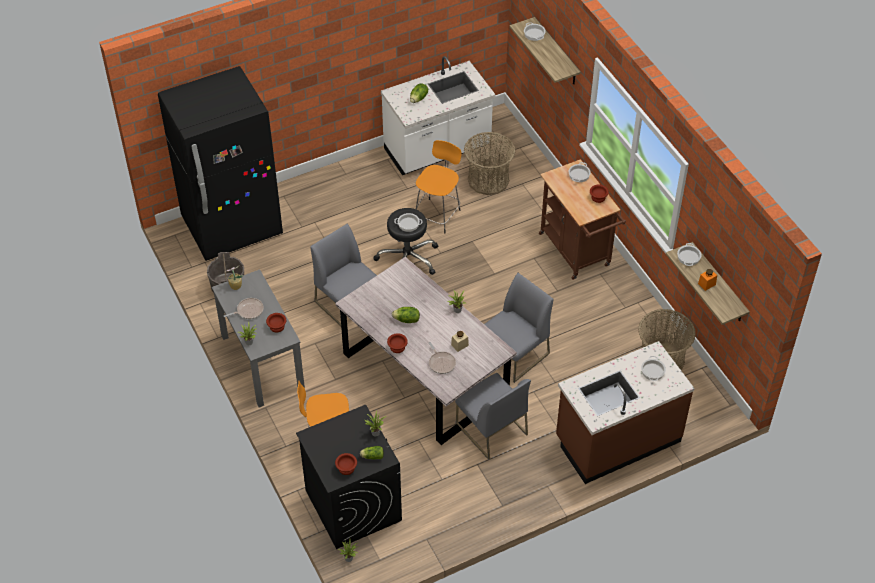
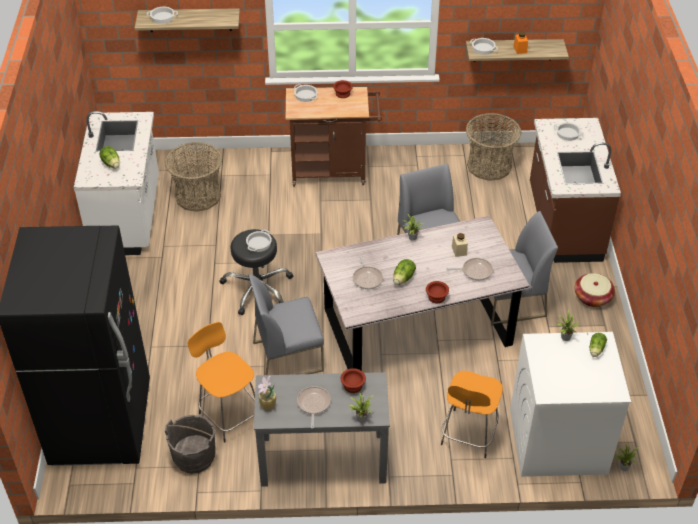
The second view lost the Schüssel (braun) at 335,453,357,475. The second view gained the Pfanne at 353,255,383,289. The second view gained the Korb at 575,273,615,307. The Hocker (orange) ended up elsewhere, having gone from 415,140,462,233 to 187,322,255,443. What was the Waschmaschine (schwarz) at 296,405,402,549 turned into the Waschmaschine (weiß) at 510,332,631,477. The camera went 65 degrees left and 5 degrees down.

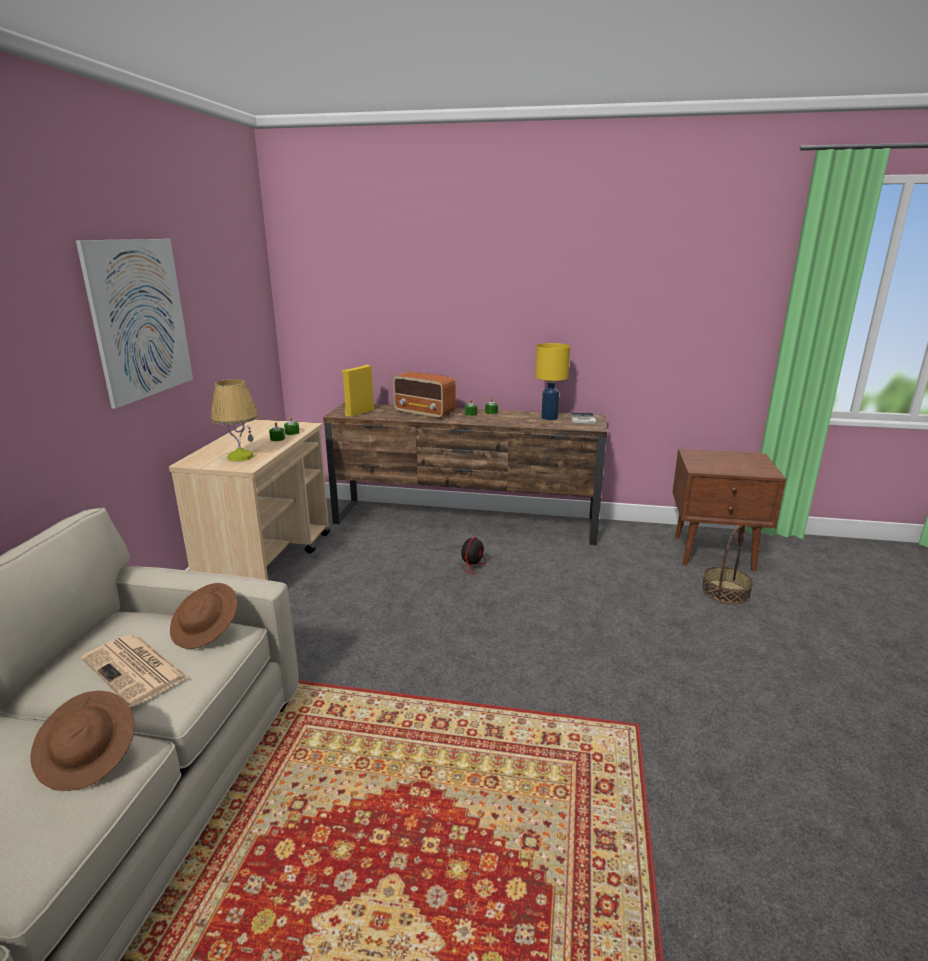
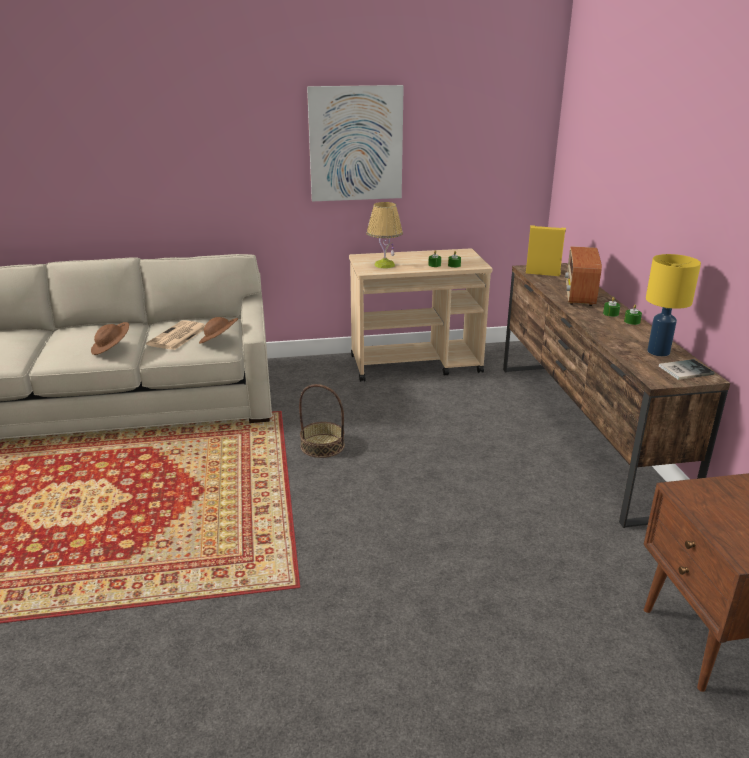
The second view lost the Ventilator at 428,537,486,575. The Korb ended up elsewhere, having gone from 702,526,753,604 to 299,384,345,458. The camera went 70 degrees right and 5 degrees up.

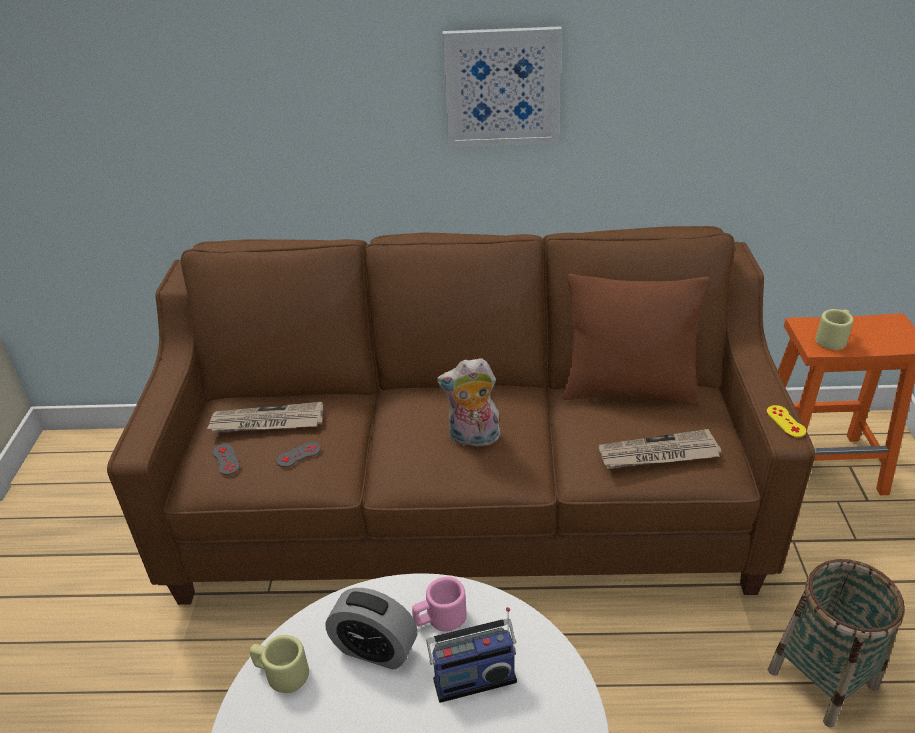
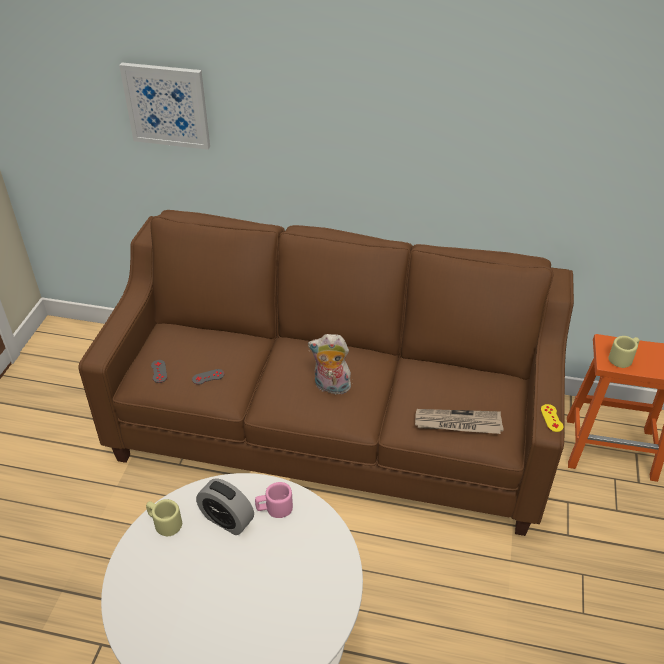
The second view lost the Zeitung at 207,402,323,433. The second view lost the Radio at 426,607,517,703. The second view lost the Kissen (braun) at 562,274,710,405. The second view lost the Korb at 768,559,905,727. The Bild ended up elsewhere, having gone from 443,26,562,147 to 119,63,210,150. The camera went 10 degrees right and 5 degrees up.

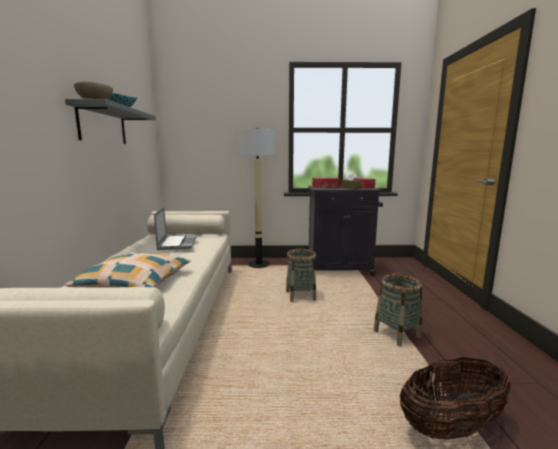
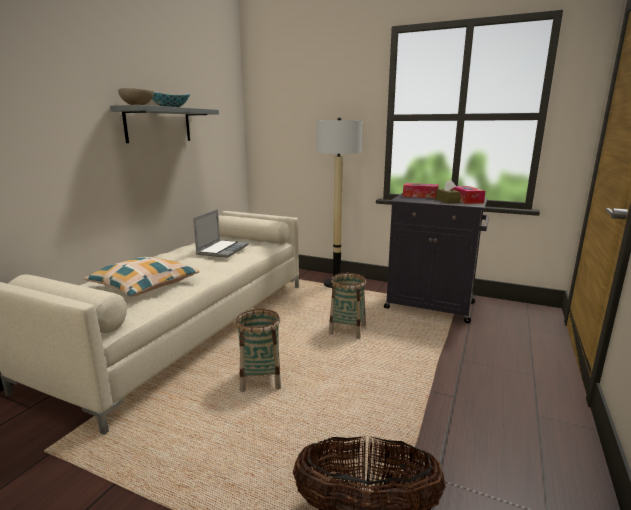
The Korb ended up elsewhere, having gone from 373,273,422,346 to 236,309,281,392. The camera went 25 degrees right and 5 degrees up.

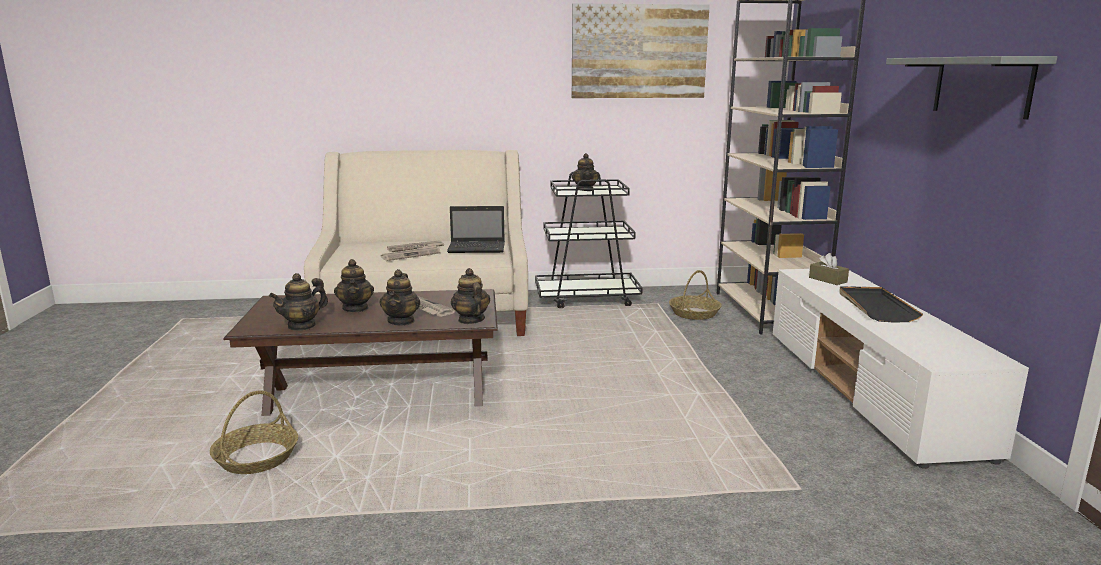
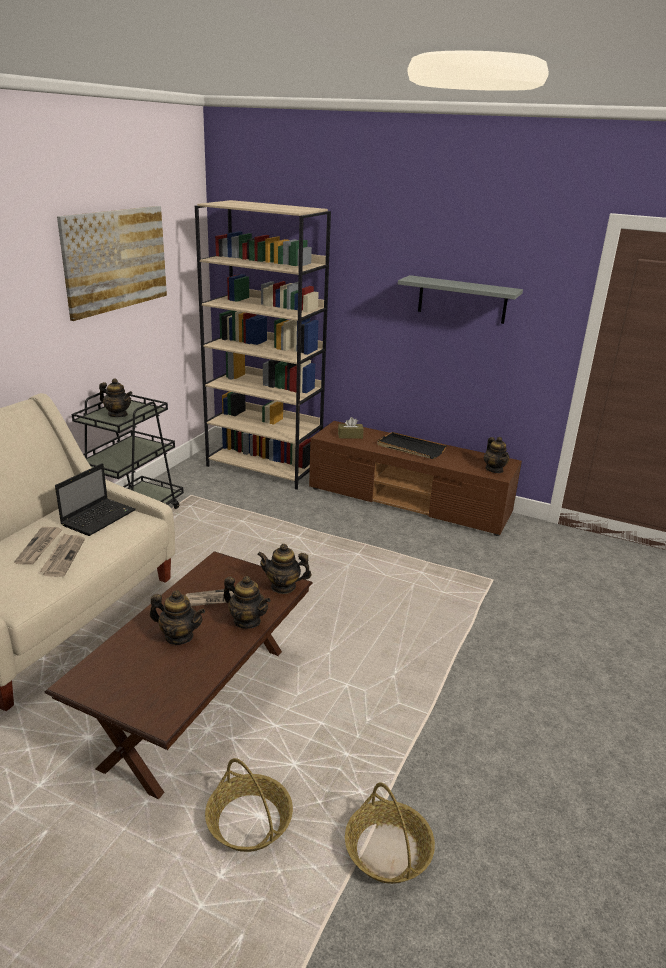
The Teekanne ended up elsewhere, having gone from 269,273,328,331 to 484,437,509,473. The Korb ended up elsewhere, having gone from 669,270,722,320 to 345,782,435,884. What was the Fernsehschrank (weiß) at 773,269,1029,469 turned into the Fernsehschrank (braun) at 309,421,522,536. The camera went 60 degrees left and 10 degrees up.

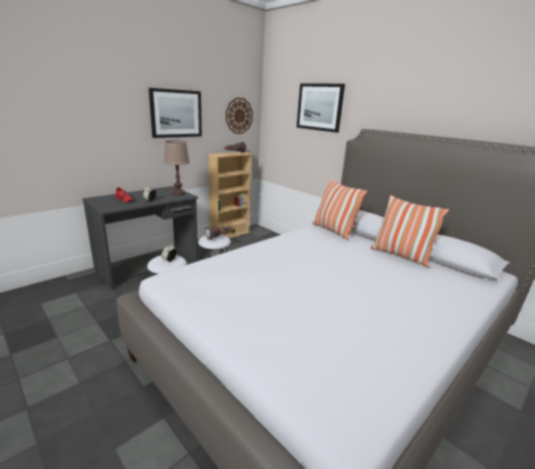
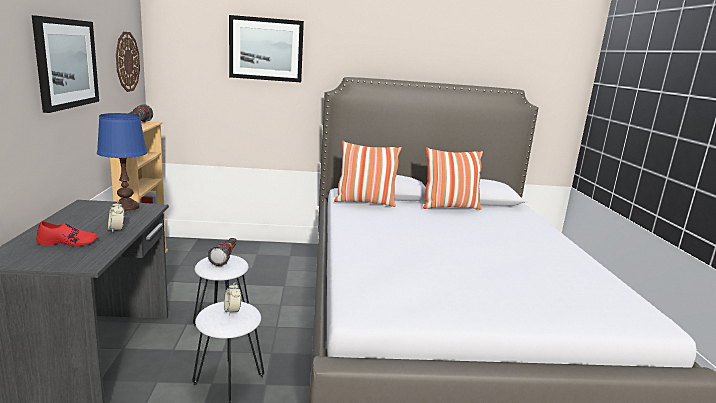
What was the Tischlampe (braun) at 164,140,190,195 turned into the Tischlampe (blau) at 97,113,147,212. The camera went 50 degrees left and 5 degrees down.

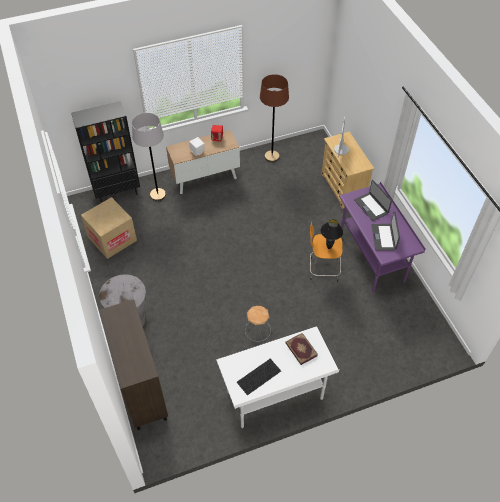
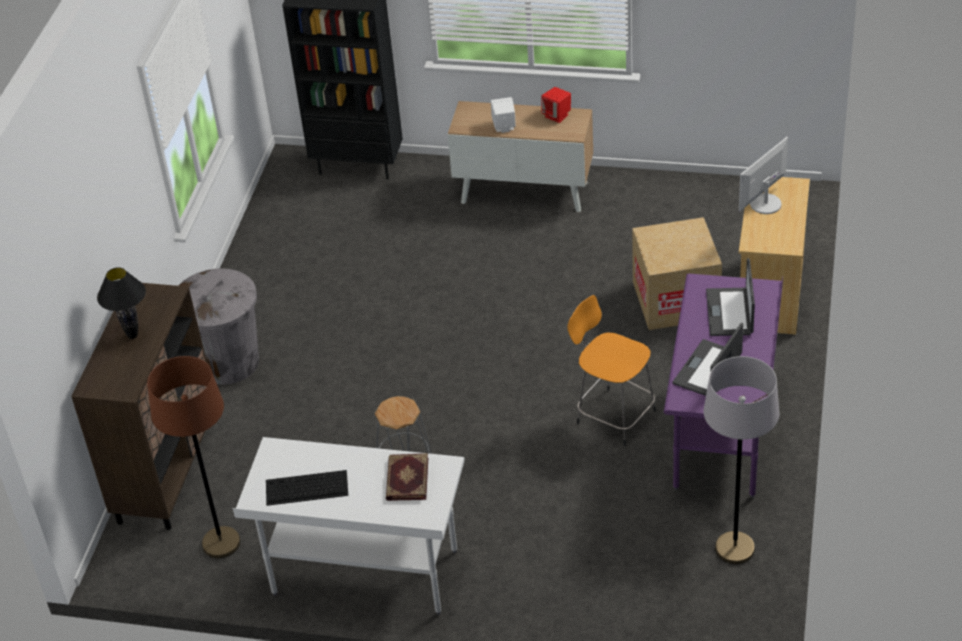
The Karton ended up elsewhere, having gone from 81,197,137,259 to 632,217,722,330. The Stehlampe (grau) ended up elsewhere, having gone from 132,113,166,201 to 703,356,780,564. The Stehlampe (braun) ended up elsewhere, having gone from 260,74,289,162 to 147,356,241,558. The Tischlampe (schwarz) ended up elsewhere, having gone from 320,219,343,249 to 97,267,146,339. The camera went 35 degrees right and 10 degrees down.

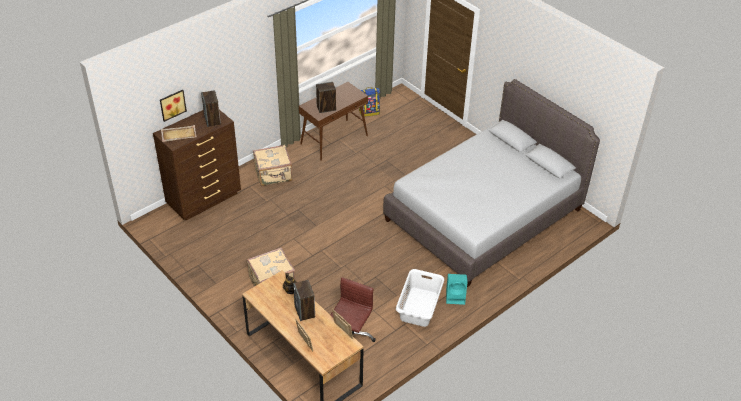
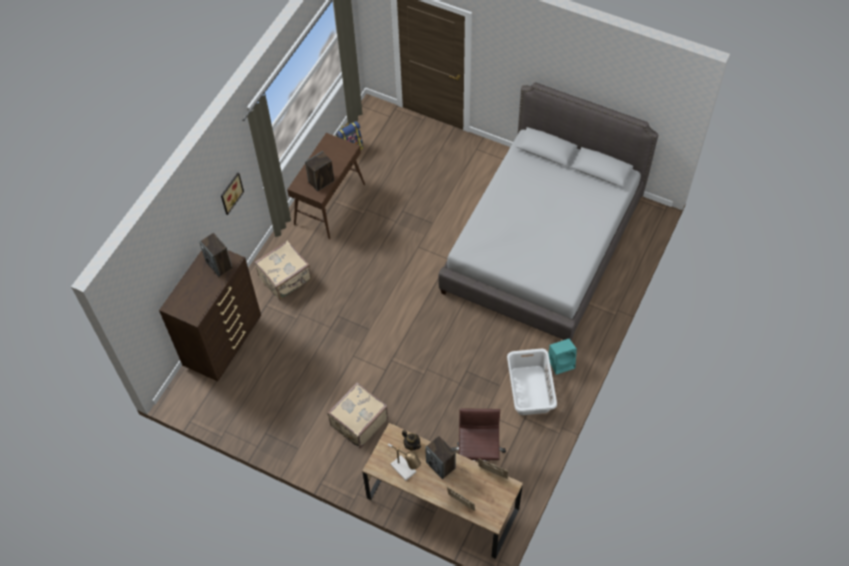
The second view lost the Tablett (beige) at 161,125,196,142. The second view gained the Tischlampe at 388,444,421,481. The Bild ended up elsewhere, having gone from 160,90,187,122 to 221,172,244,215. The camera went 20 degrees left and 15 degrees up.

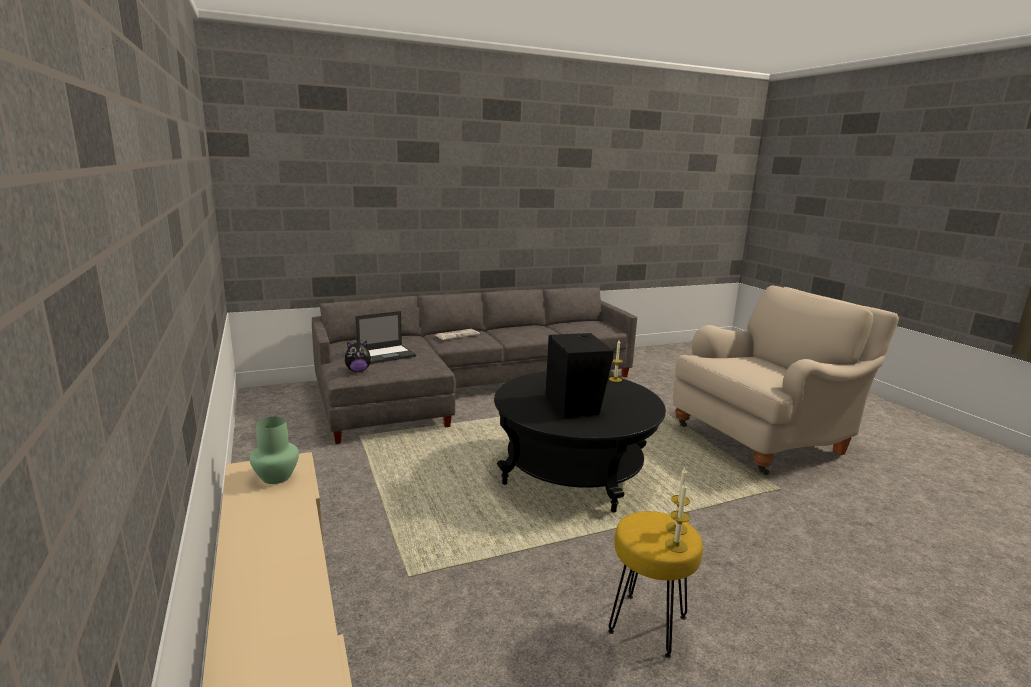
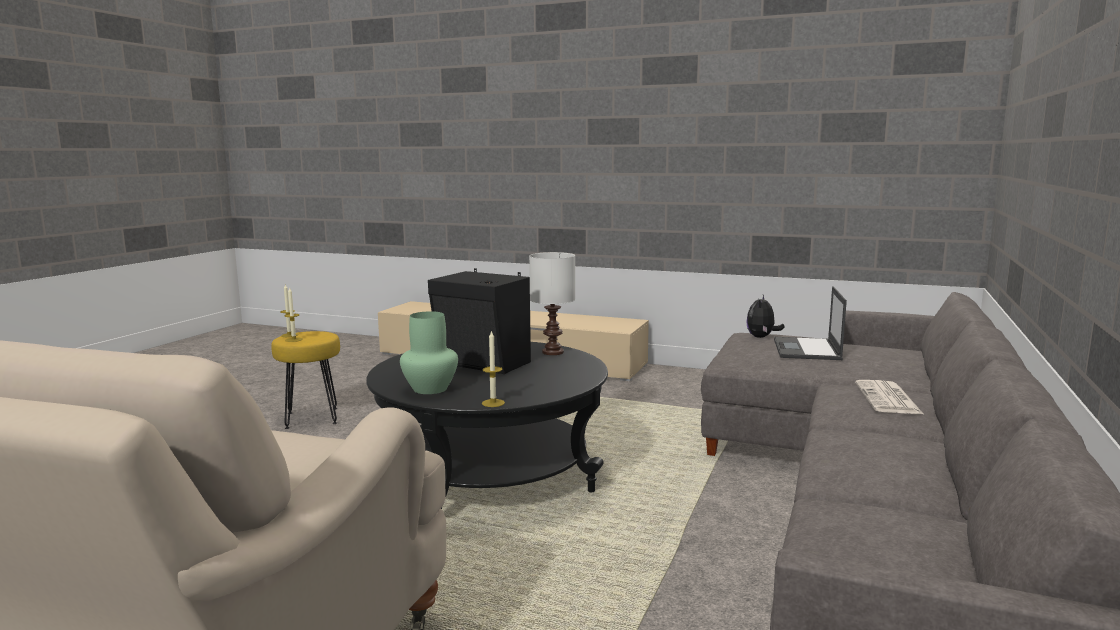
The second view gained the Tischlampe (weiß) at 529,252,575,355. The Vase (grün) ended up elsewhere, having gone from 249,417,299,484 to 400,311,458,394. The camera went 135 degrees right and 5 degrees down.

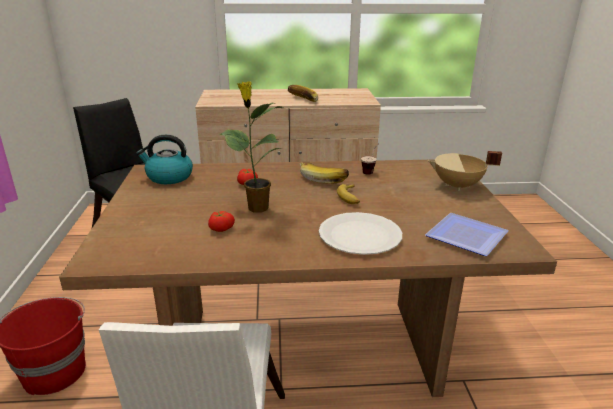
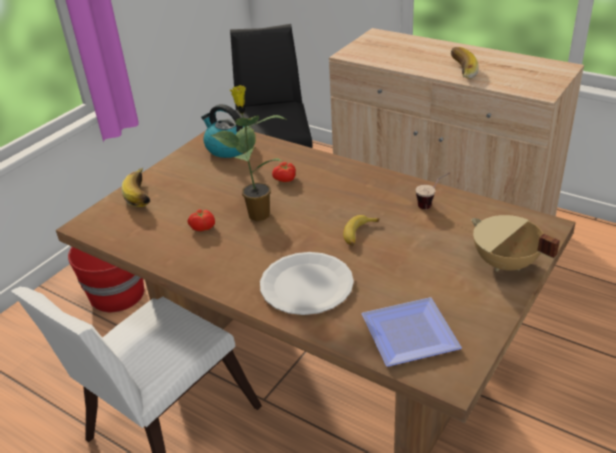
The Banane ended up elsewhere, having gone from 300,162,349,184 to 121,168,150,207. The camera went 40 degrees right and 10 degrees up.

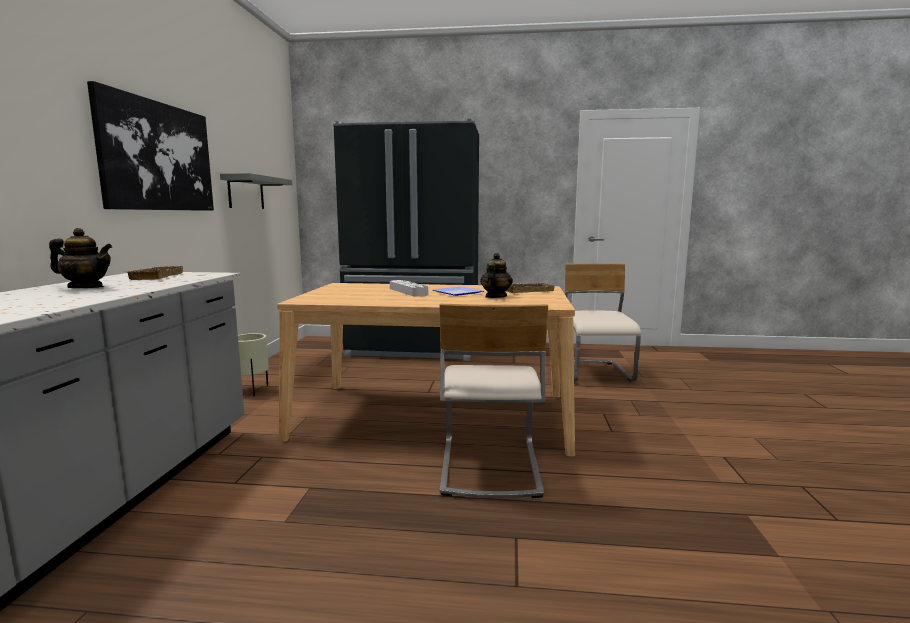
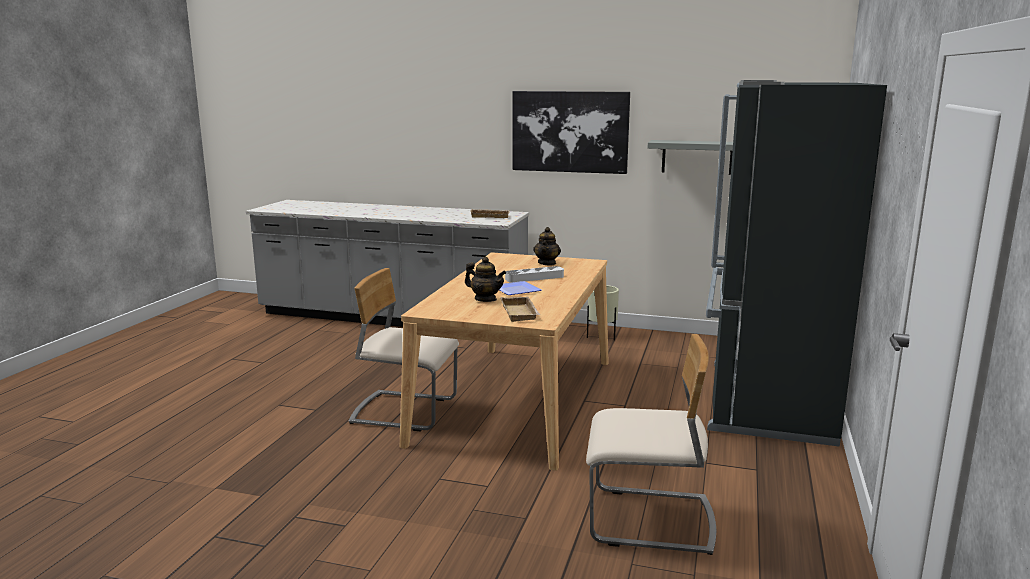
The Teekanne ended up elsewhere, having gone from 49,228,112,288 to 533,227,561,265. The camera went 100 degrees right and 5 degrees up.

